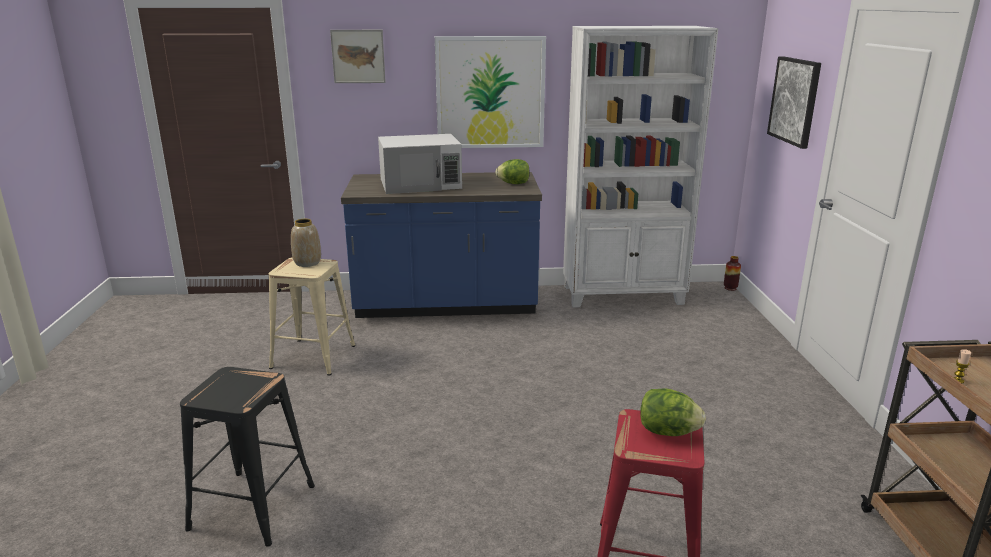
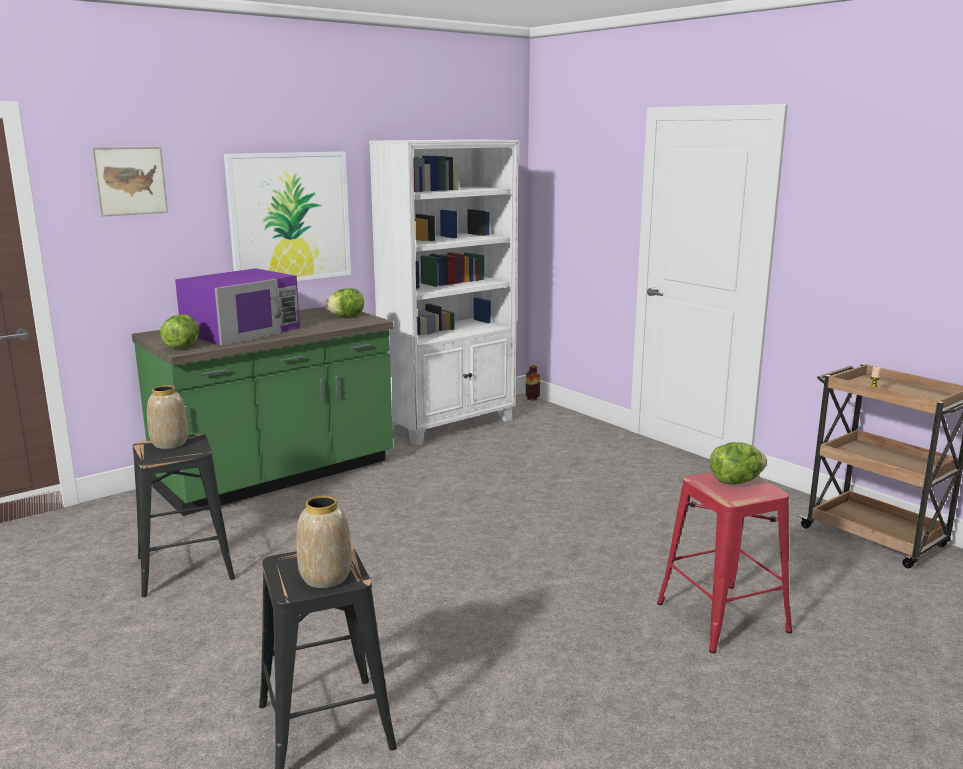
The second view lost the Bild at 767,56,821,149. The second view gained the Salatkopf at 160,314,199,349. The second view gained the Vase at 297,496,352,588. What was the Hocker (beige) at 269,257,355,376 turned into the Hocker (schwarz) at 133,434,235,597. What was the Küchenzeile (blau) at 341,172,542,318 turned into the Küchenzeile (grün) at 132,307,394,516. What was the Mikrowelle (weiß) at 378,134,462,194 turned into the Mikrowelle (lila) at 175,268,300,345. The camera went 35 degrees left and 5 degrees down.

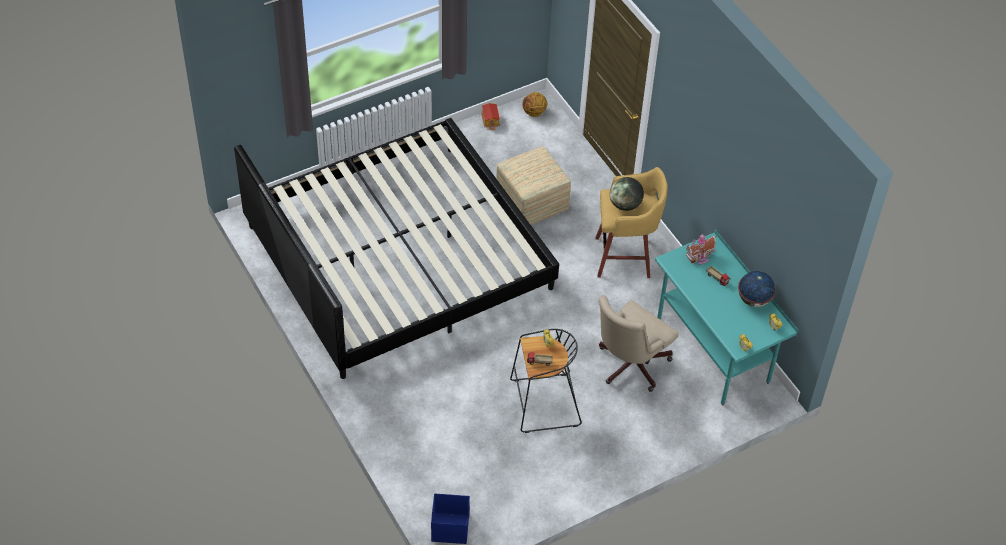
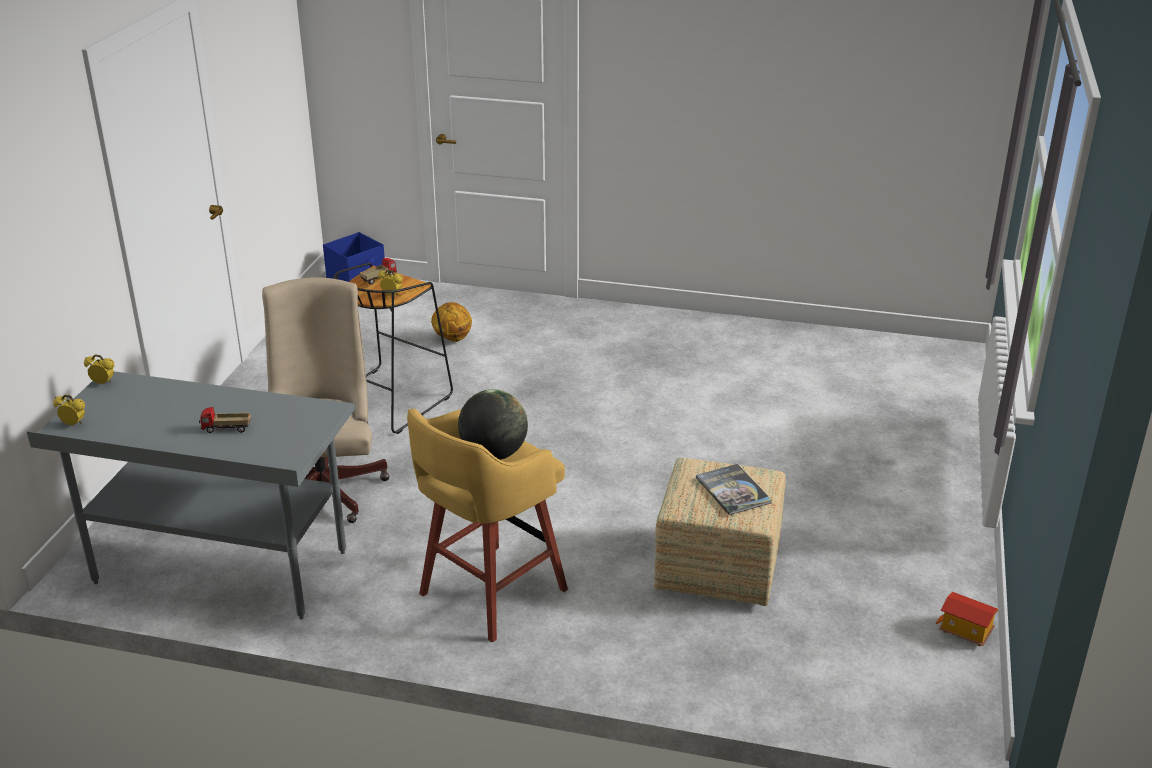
The second view lost the Bett at 234,118,559,379. The second view lost the Spielzeughaus at 686,235,717,265. The second view lost the Globus at 738,271,776,307. The second view gained the Buch at 696,464,772,515. The Basketball ended up elsewhere, having gone from 522,92,547,117 to 431,302,472,342. What was the Schreibtisch (türkis) at 655,230,798,405 turned into the Schreibtisch (grau) at 27,371,355,619. The camera went 135 degrees right and 20 degrees down.

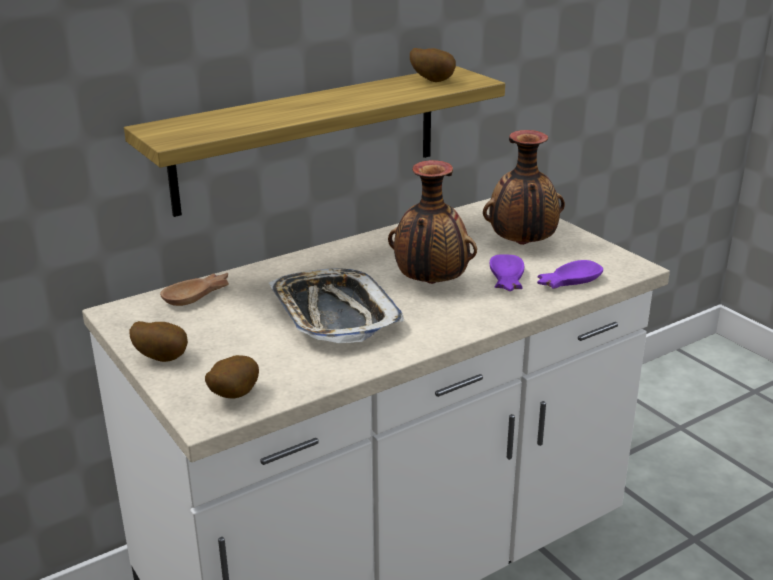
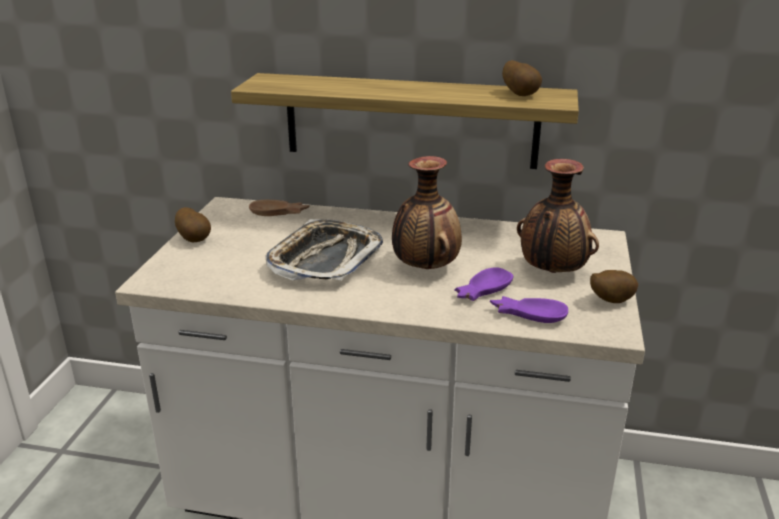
The Kartoffel ended up elsewhere, having gone from 205,355,259,399 to 590,270,638,303. The camera went 45 degrees right and 0 degrees up.

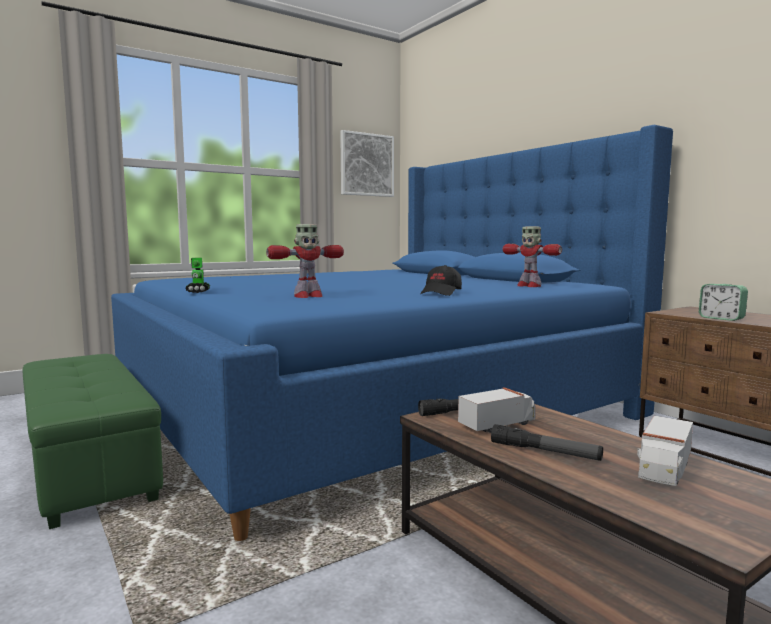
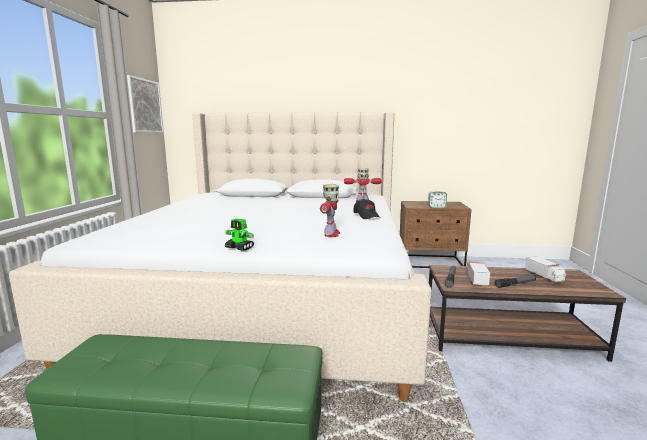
What was the Bett (blau) at 111,125,673,541 turned into the Bett (beige) at 9,112,432,402. The camera went 50 degrees left and 5 degrees up.

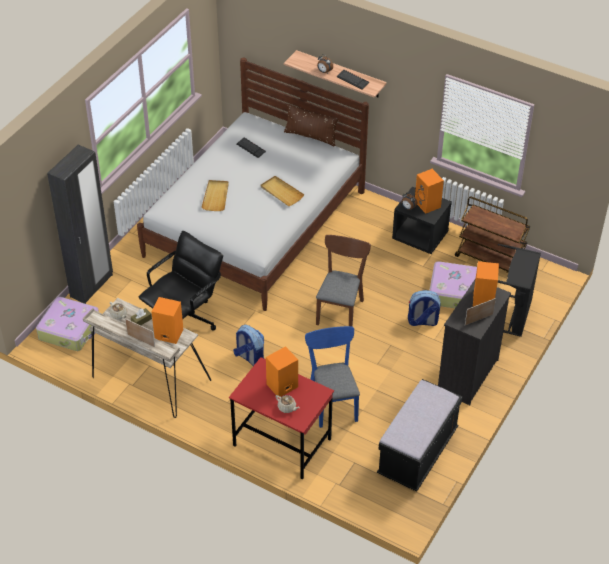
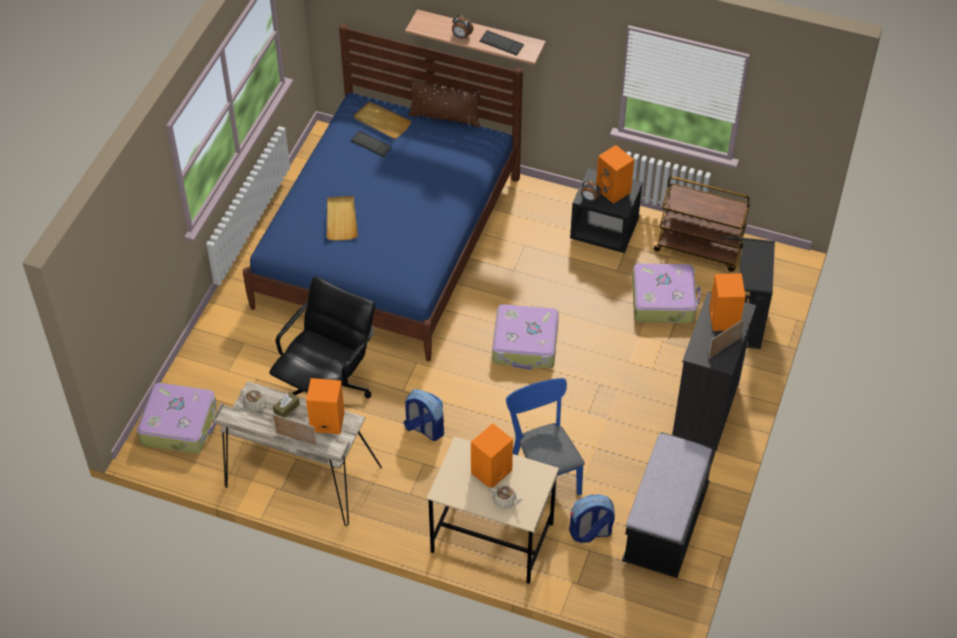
The second view lost the Kleiderschrank (schwarz) at 47,145,113,304. The Tablett (beige) ended up elsewhere, having gone from 261,176,304,206 to 354,101,411,139. The Rucksack ended up elsewhere, having gone from 408,290,441,326 to 569,494,615,543. Where the Stuhl (braun) stood at 316,235,371,327, the Koffer came to stand at 492,304,559,370. What was the Bett (weiß) at 137,57,369,311 turned into the Bett (blau) at 243,24,523,362. What was the Schreibtisch (rot) at 229,357,334,480 turned into the Schreibtisch (beige) at 426,436,559,584. The camera went 10 degrees left and 5 degrees up.

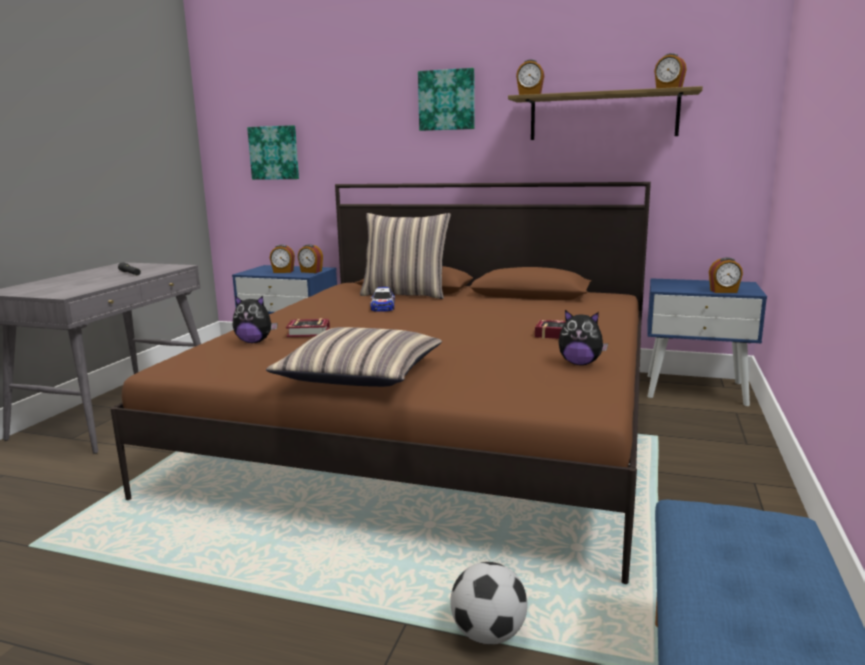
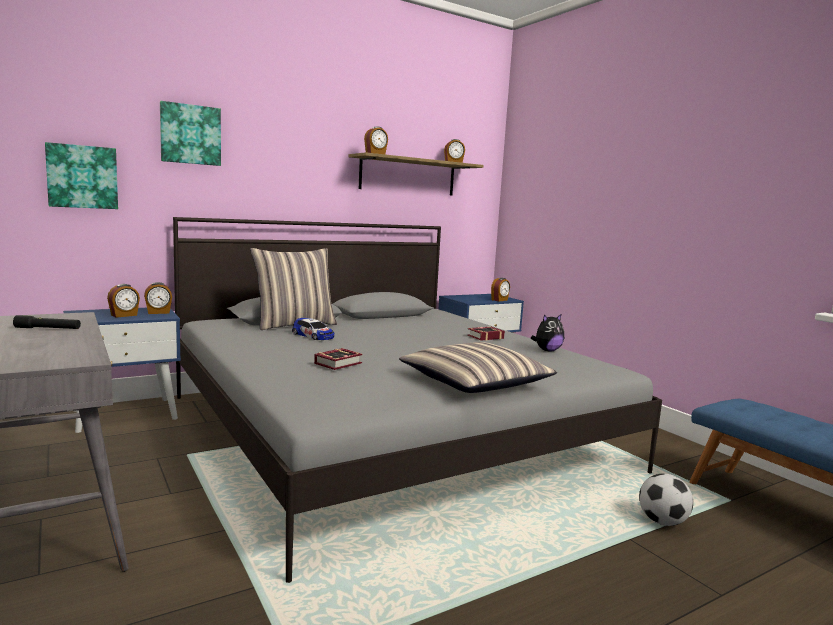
The second view lost the Plüschtier at 232,296,278,343. The Bild ended up elsewhere, having gone from 418,68,475,131 to 160,101,221,166. What was the Bett (braun) at 110,182,651,584 turned into the Bett (grau) at 173,217,662,583. The camera went 50 degrees left and 5 degrees down.

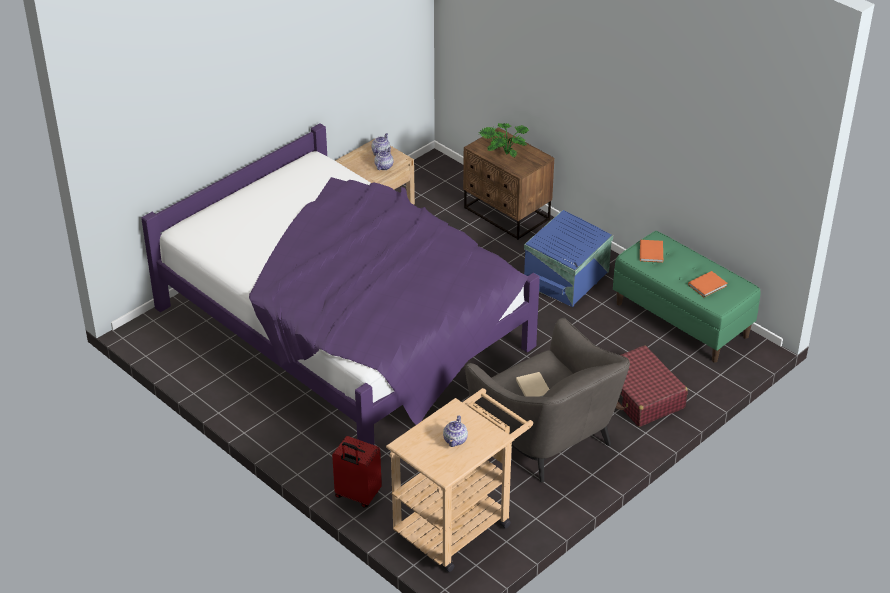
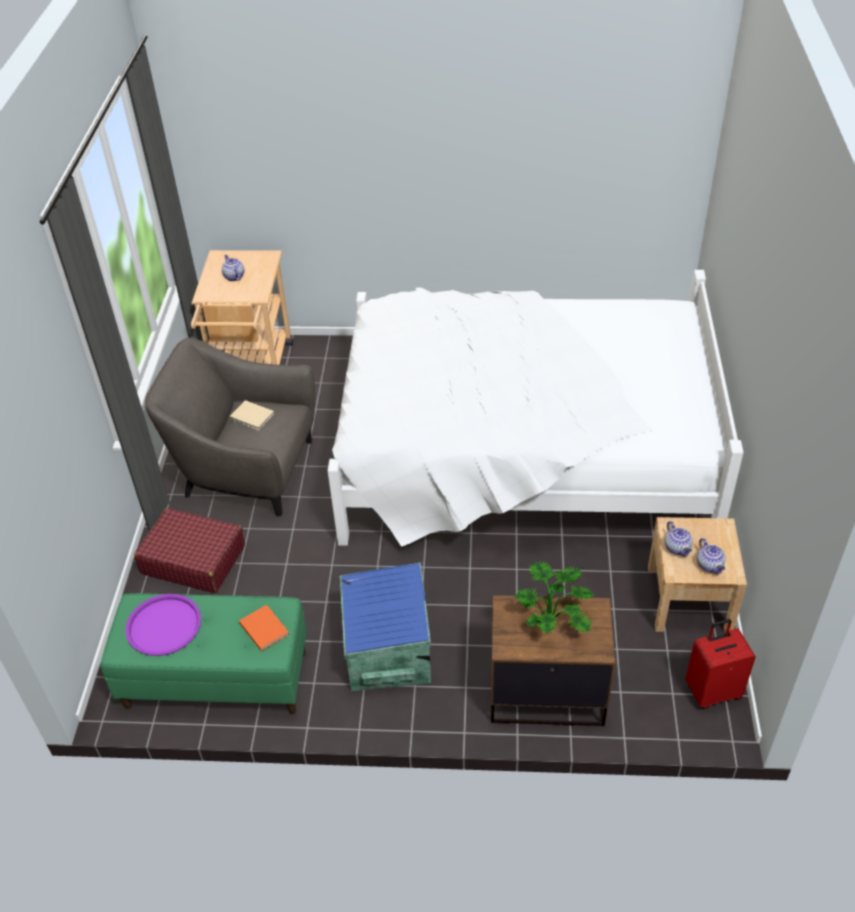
The Koffer (rot) ended up elsewhere, having gone from 332,436,382,507 to 685,619,756,709. Where the Buch (orange) stood at 688,271,727,297, the Tablett (lila) came to stand at 125,594,201,656. What was the Bett (lila) at 141,123,540,445 turned into the Bett (weiß) at 327,270,744,547. The camera went 140 degrees right and 5 degrees up.

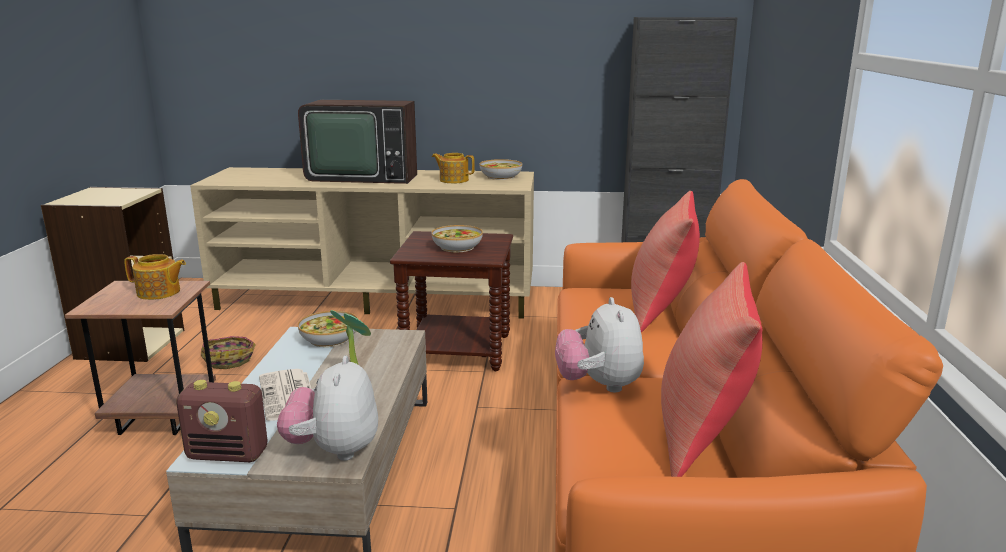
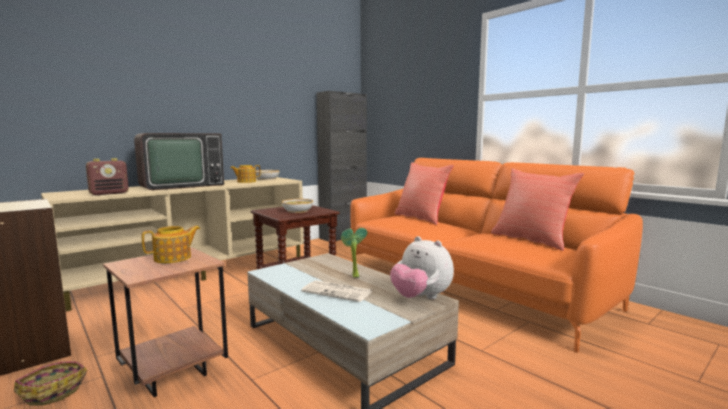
The second view lost the Schüssel at 298,311,358,347. The second view lost the Plüschtier at 555,297,644,392. The Radio ended up elsewhere, having gone from 176,380,268,462 to 86,158,129,195. The Korb ended up elsewhere, having gone from 201,336,256,369 to 14,362,87,406. The camera went 45 degrees left and 10 degrees down.

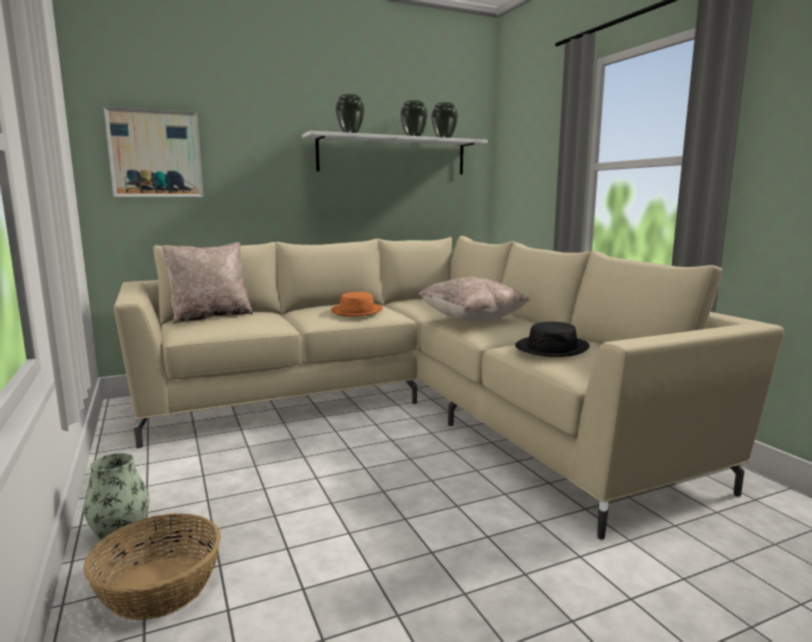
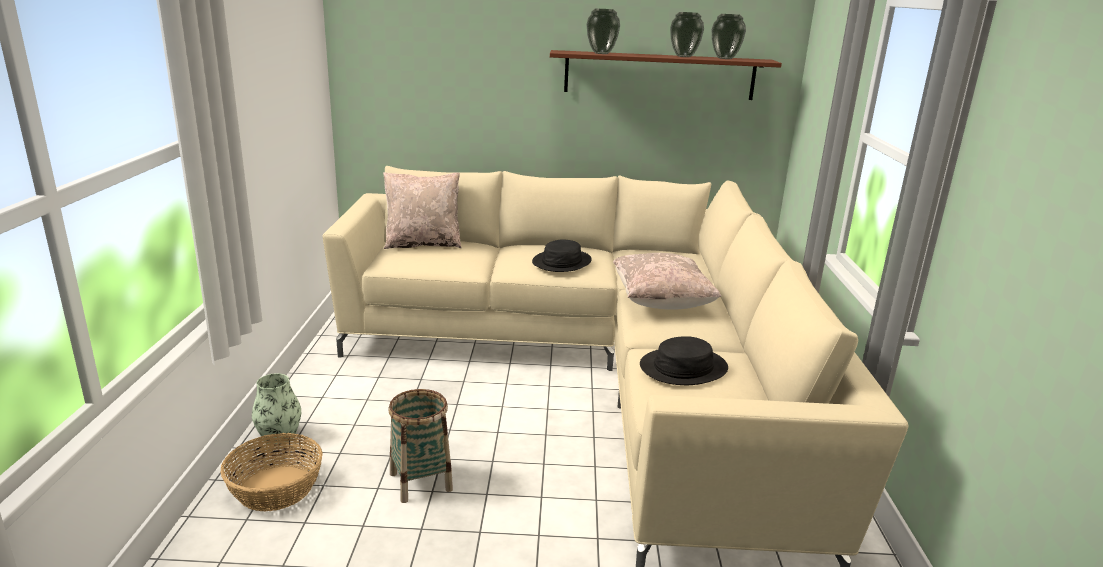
The second view lost the Bild at 104,107,204,197. The second view gained the Korb at 388,389,453,503. What was the Wandregal (weiß) at 302,131,488,175 turned into the Wandregal (braun) at 550,50,782,100. What was the Hut (orange) at 331,292,383,316 turned into the Hut (schwarz) at 532,239,592,272. The camera went 25 degrees right and 10 degrees up.

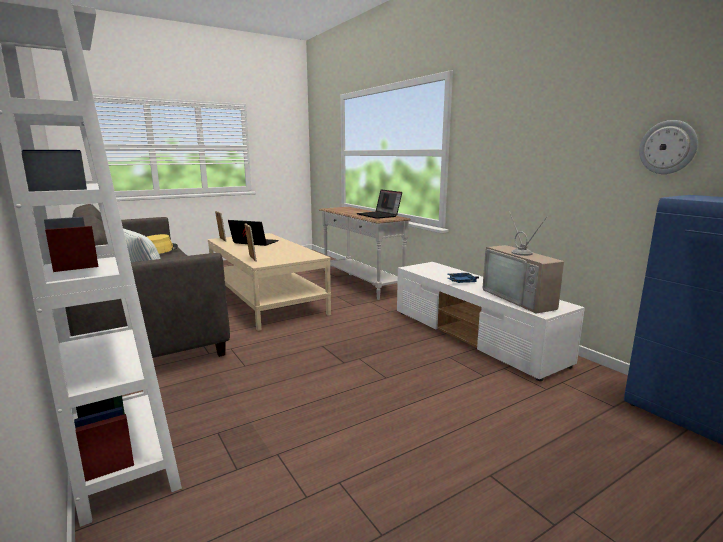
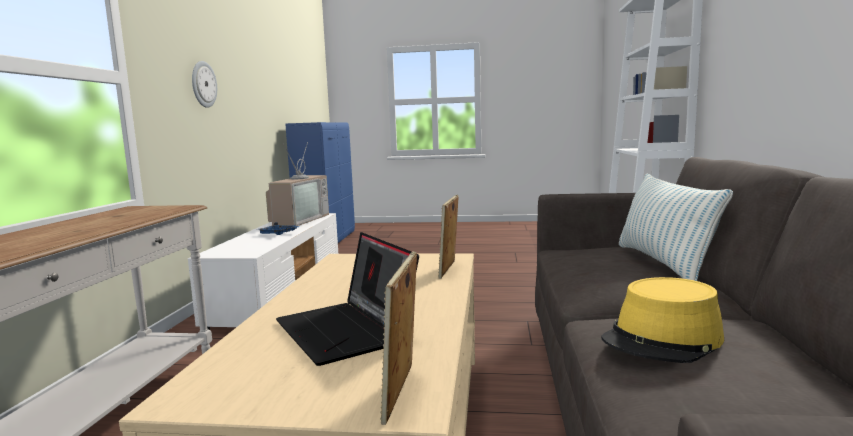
The second view lost the Laptop at 357,189,402,219. The Wanduhr ended up elsewhere, having gone from 639,120,698,174 to 192,61,217,108. The camera went 140 degrees left and 5 degrees down.

